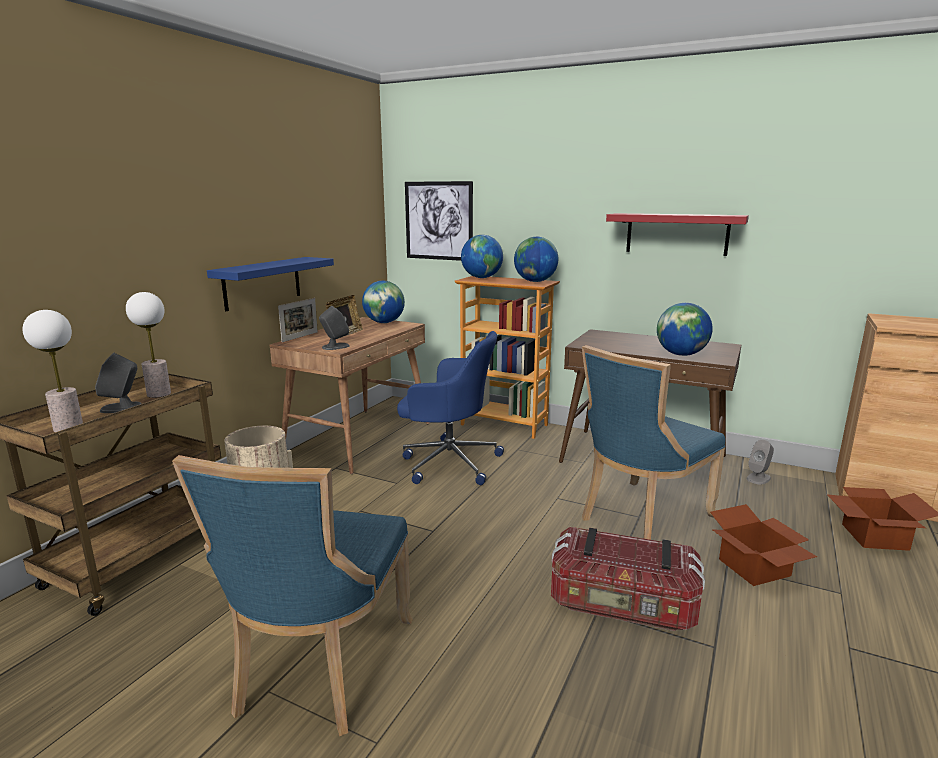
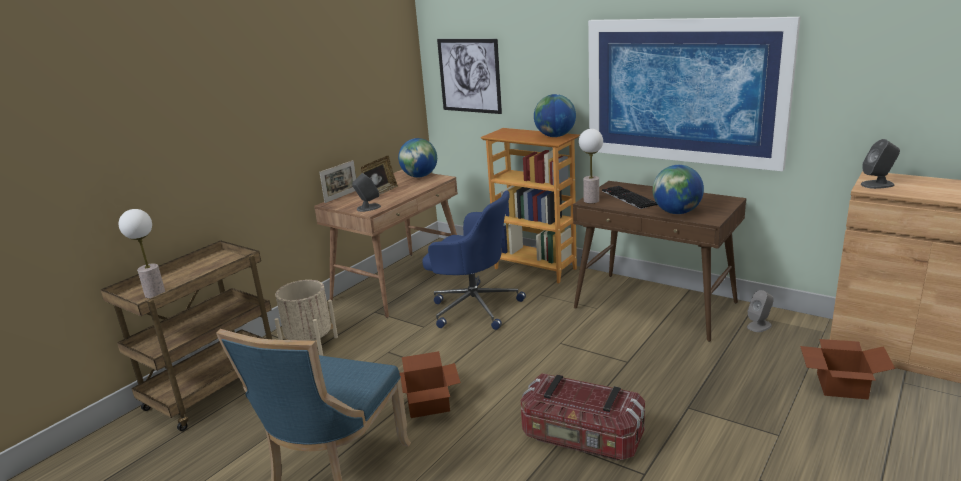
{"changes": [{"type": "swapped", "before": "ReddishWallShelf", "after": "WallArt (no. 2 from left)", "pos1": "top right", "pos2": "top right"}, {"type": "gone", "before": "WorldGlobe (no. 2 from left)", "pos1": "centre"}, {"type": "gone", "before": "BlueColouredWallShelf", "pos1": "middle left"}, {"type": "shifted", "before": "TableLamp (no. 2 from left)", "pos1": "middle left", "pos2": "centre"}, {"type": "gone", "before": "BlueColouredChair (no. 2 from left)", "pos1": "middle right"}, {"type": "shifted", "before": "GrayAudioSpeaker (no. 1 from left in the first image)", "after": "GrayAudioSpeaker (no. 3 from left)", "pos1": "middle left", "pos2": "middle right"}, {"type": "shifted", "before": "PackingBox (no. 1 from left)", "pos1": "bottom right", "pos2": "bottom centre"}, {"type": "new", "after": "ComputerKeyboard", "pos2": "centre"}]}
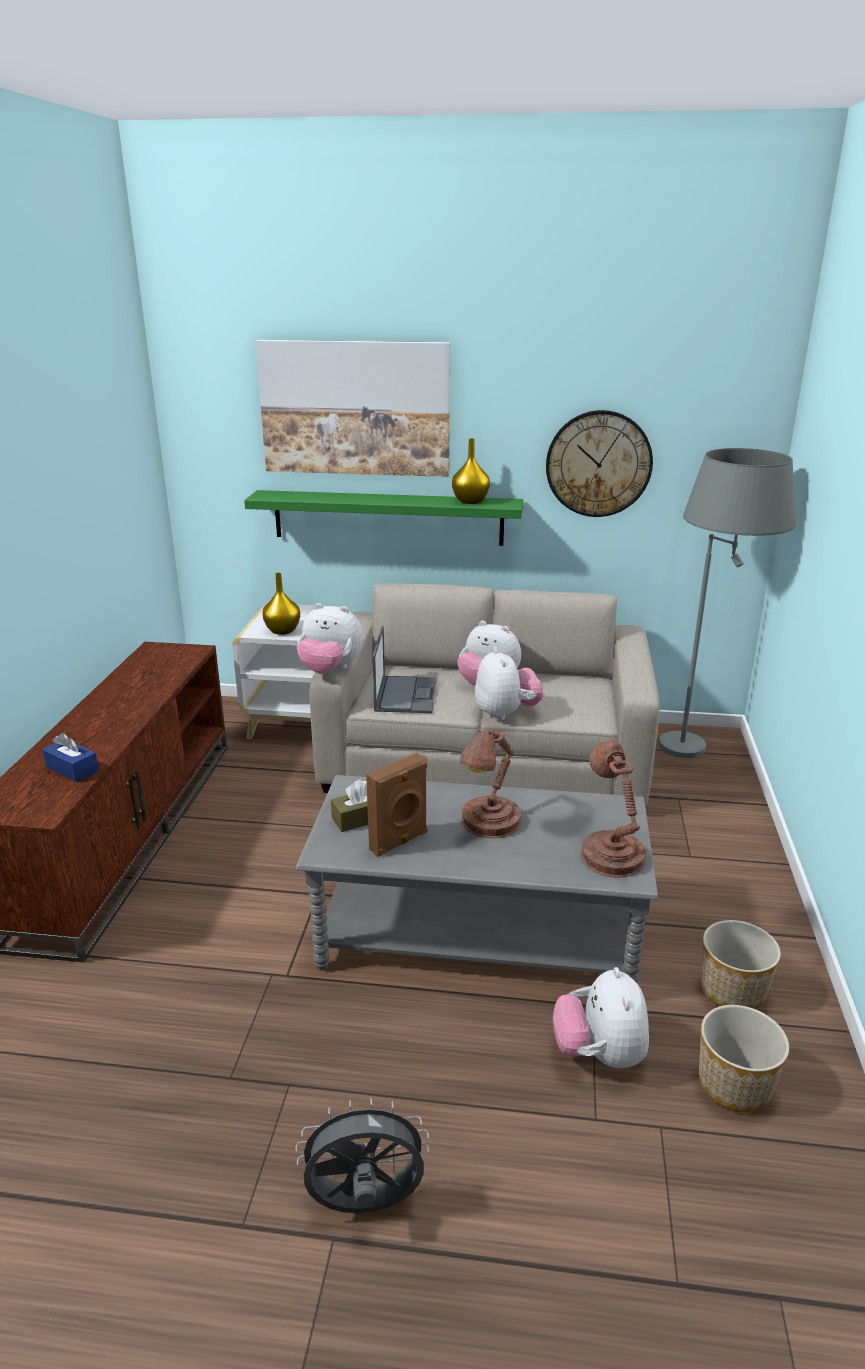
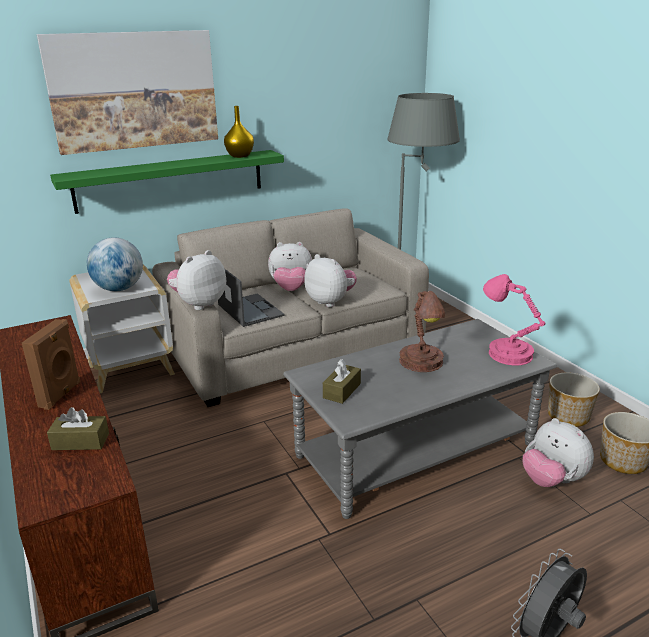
{"changes": [{"type": "gone", "before": "WallClock", "pos1": "middle right"}, {"type": "swapped", "before": "YellowDecorativeVase (no. 1 from left)", "after": "WorldGlobe", "pos1": "middle left", "pos2": "middle left"}, {"type": "rotated", "before": "PlushToy (no. 1 from left)", "pos1": "centre", "pos2": "middle left", "turn": 150}, {"type": "repainted", "before": "BlueColouredTissueBox", "after": "BrownishTissueBox (no. 1 from left)", "pos1": "middle left", "pos2": "bottom left"}, {"type": "repainted", "before": "BrownishTableLamp (no. 2 from left)", "after": "PinkColouredTableLamp", "pos1": "middle right", "pos2": "middle right"}, {"type": "shifted", "before": "BrownishAudioSpeaker", "pos1": "centre", "pos2": "middle left"}]}
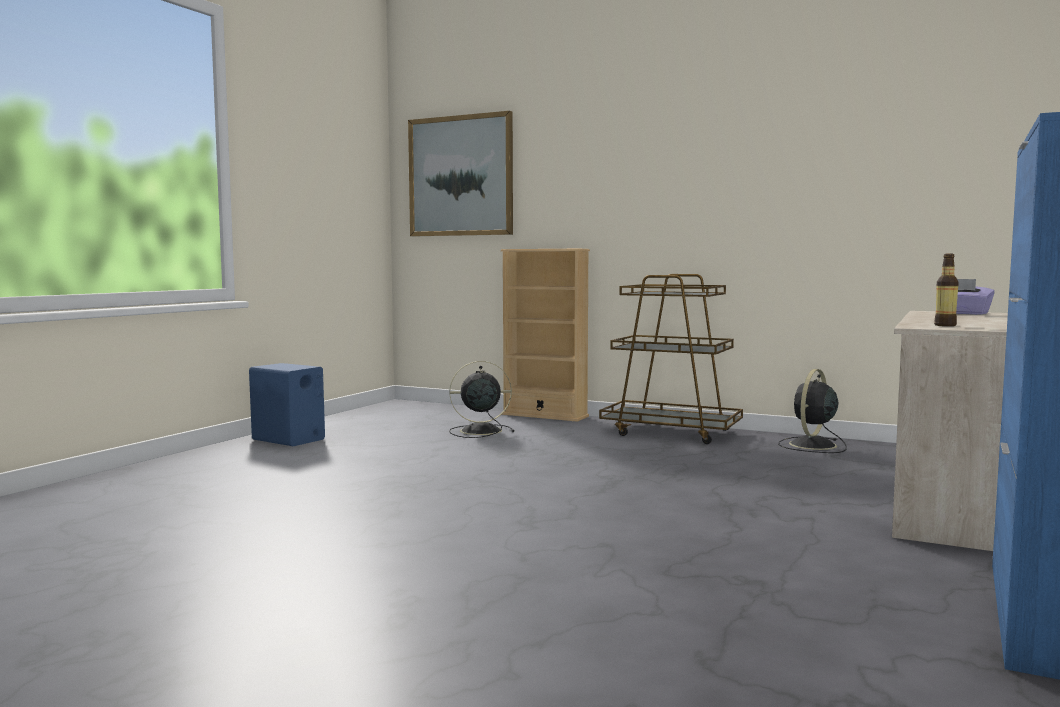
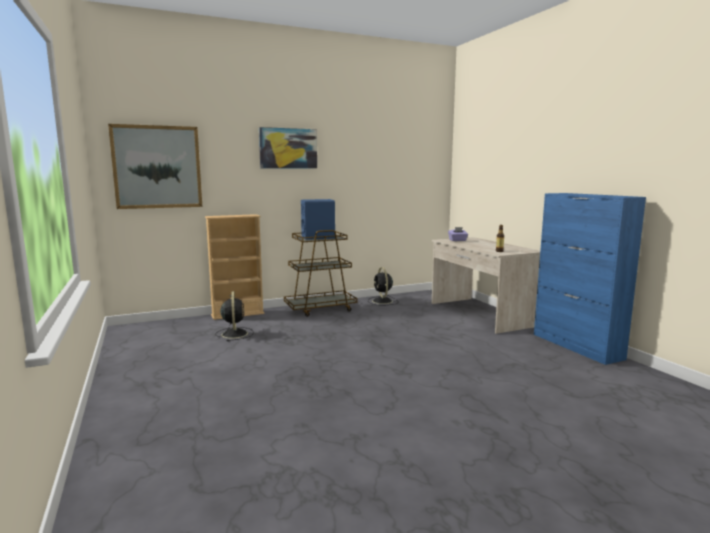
{"changes": [{"type": "rotated", "before": "BlackishCoolingFan (no. 1 from left)", "pos1": "centre", "pos2": "middle left", "turn": 135}, {"type": "shifted", "before": "BlueColouredAudioSpeaker", "pos1": "middle left", "pos2": "centre"}, {"type": "new", "after": "WallArt (no. 2 from left)", "pos2": "top centre"}]}
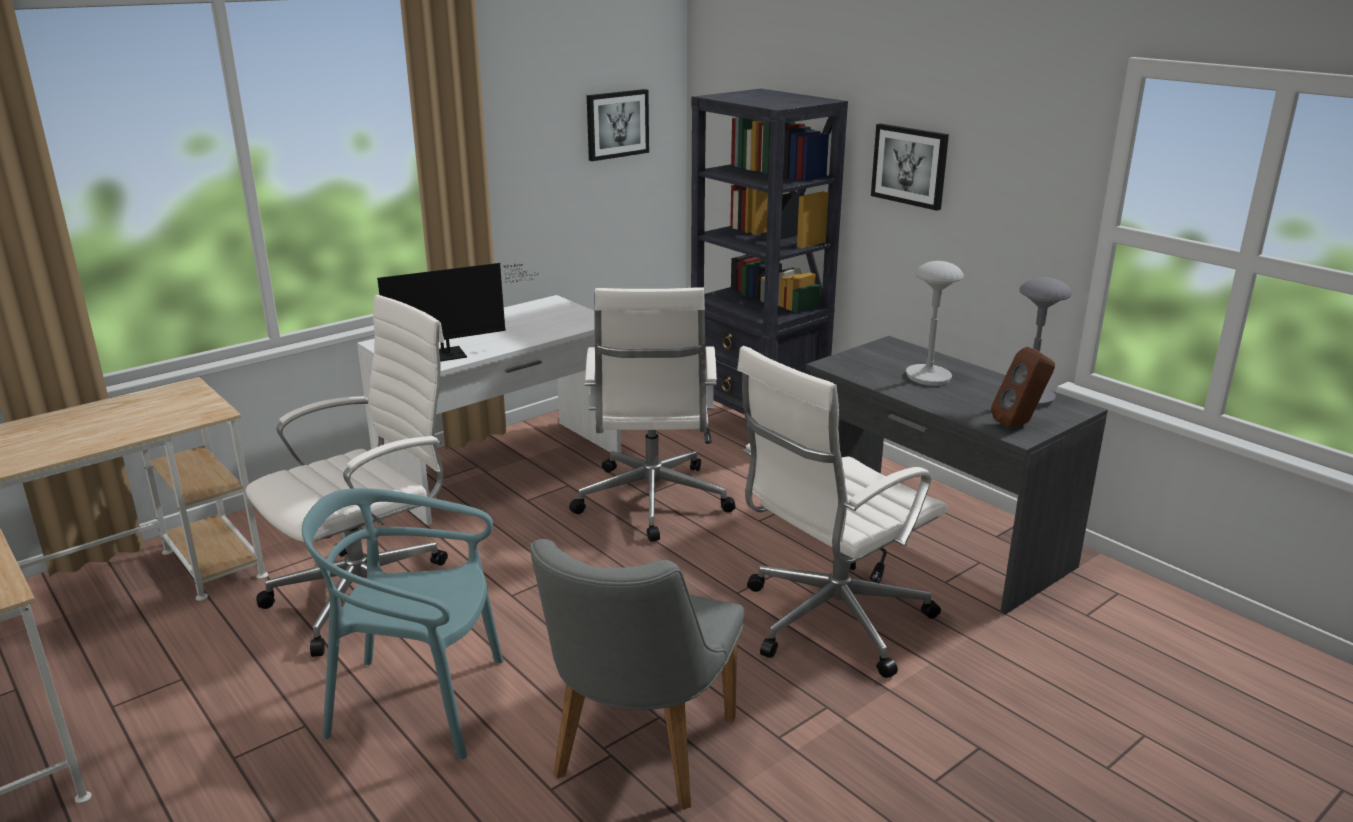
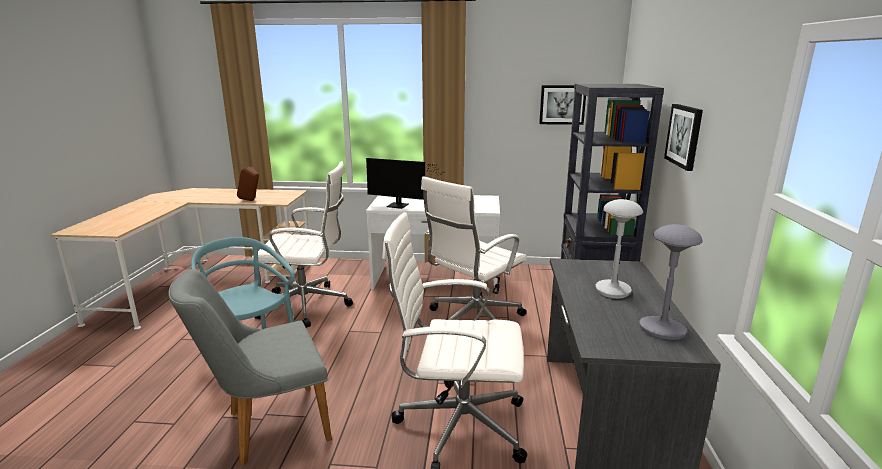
{"changes": [{"type": "shifted", "before": "BrownishAudioSpeaker", "pos1": "middle right", "pos2": "middle left"}]}
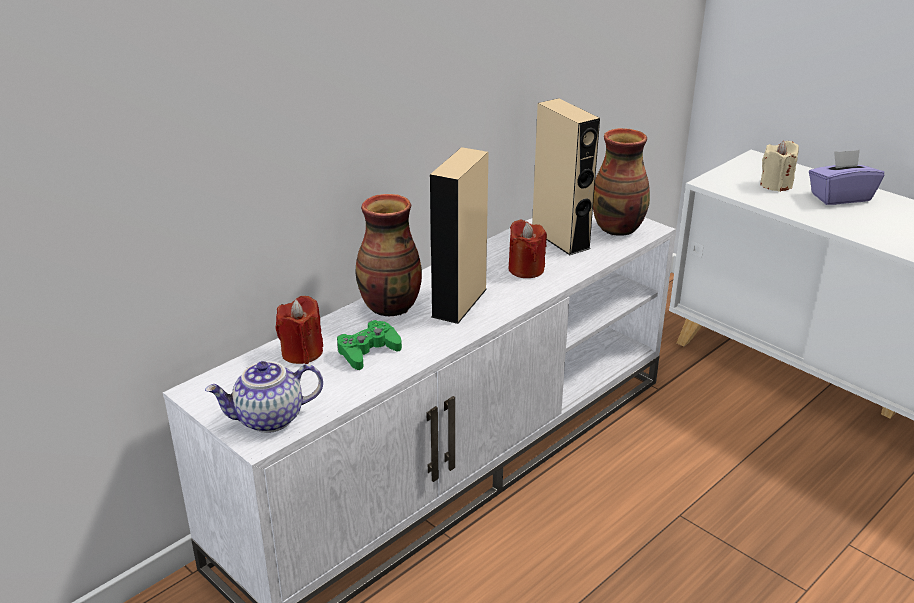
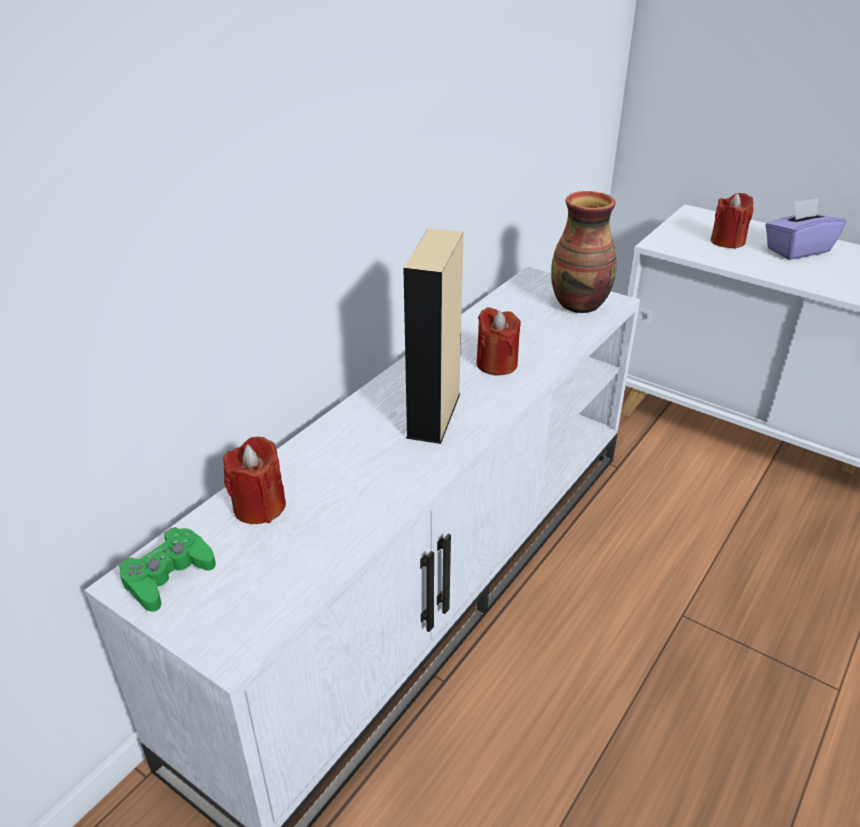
{"changes": [{"type": "gone", "before": "BeigeColouredAudioSpeaker (no. 2 from left)", "pos1": "top centre"}, {"type": "repainted", "before": "BeigeColouredCandle", "after": "ReddishCandle (no. 3 from left)", "pos1": "top right", "pos2": "top right"}, {"type": "gone", "before": "DecorativeVase (no. 1 from left)", "pos1": "centre"}, {"type": "shifted", "before": "GreenGameController", "pos1": "centre", "pos2": "bottom left"}, {"type": "gone", "before": "TeaPot", "pos1": "middle left"}]}
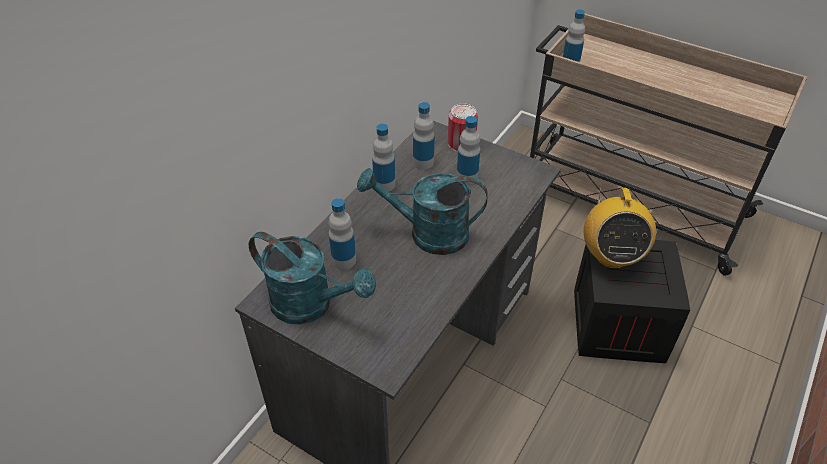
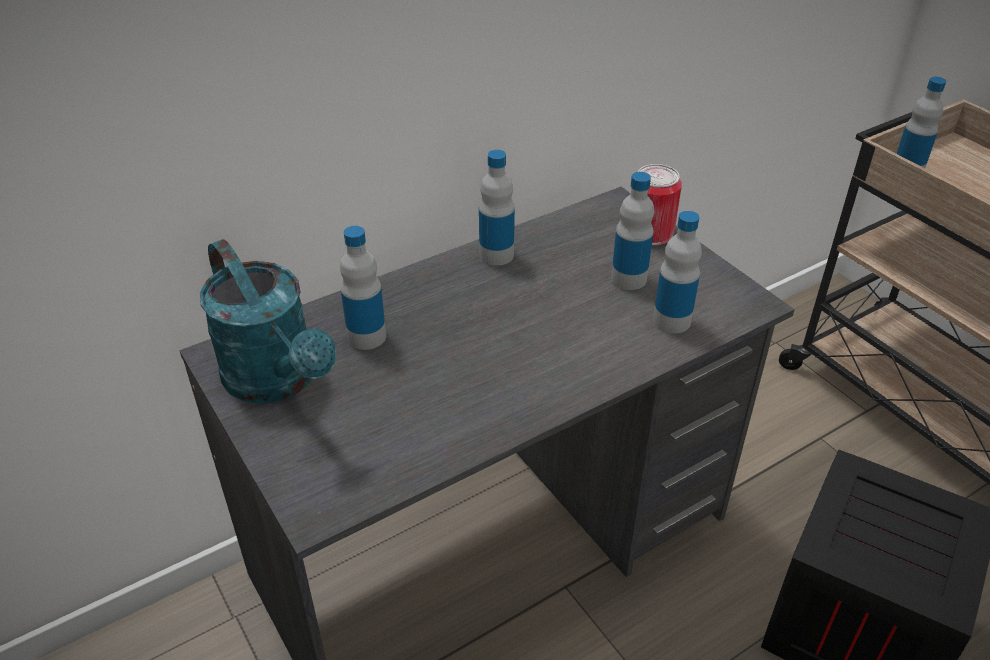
{"changes": [{"type": "shifted", "before": "DrinkBottle (no. 3 from left in the first image)", "after": "DrinkBottle (no. 4 from left)", "pos1": "top centre", "pos2": "middle right"}, {"type": "gone", "before": "BlueGreenWateringPot (no. 2 from left)", "pos1": "centre"}, {"type": "gone", "before": "RadioSet", "pos1": "middle right"}]}
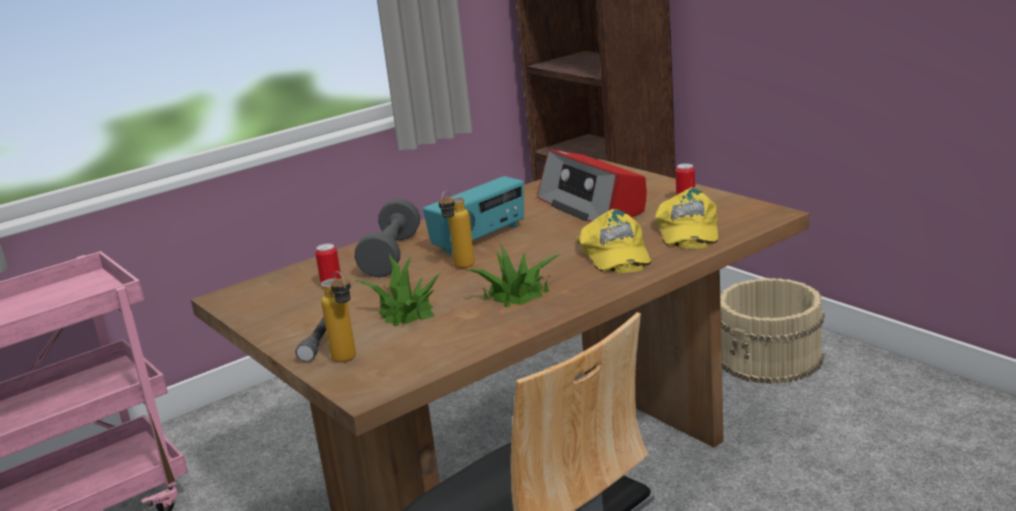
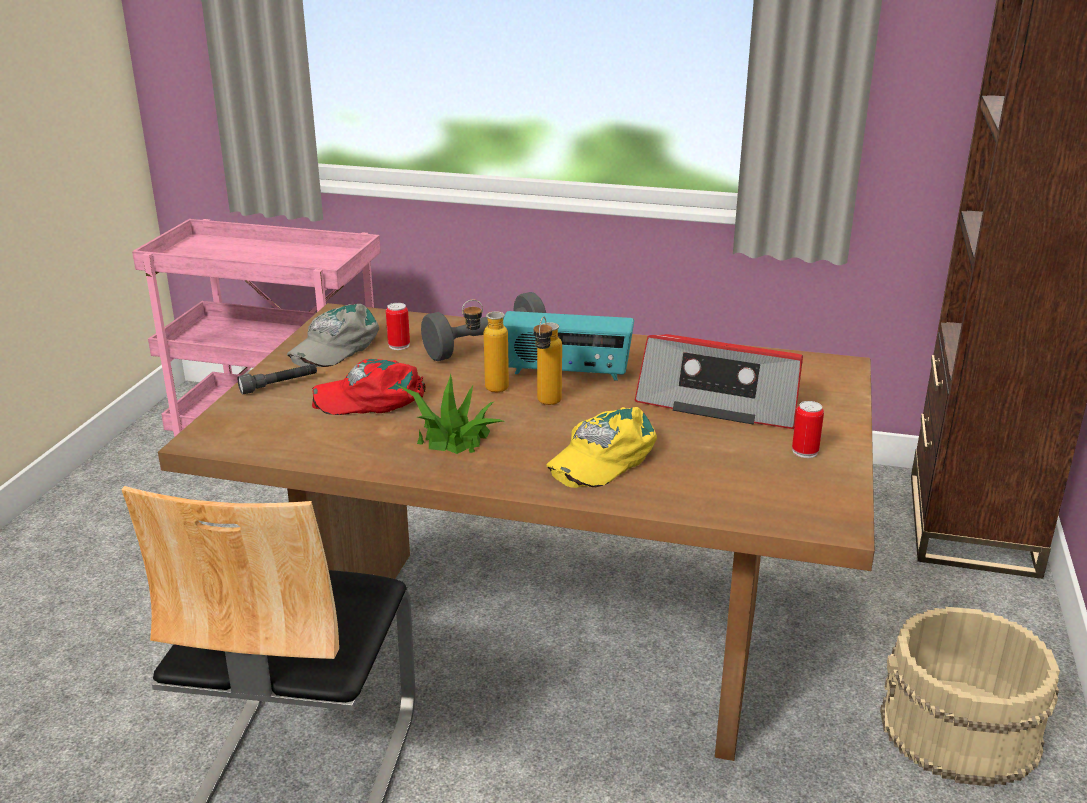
{"changes": [{"type": "rotated", "before": "RadioSet (no. 2 from left)", "pos1": "centre", "pos2": "centre", "turn": -90}, {"type": "gone", "before": "YellowPeakedCap (no. 2 from left)", "pos1": "middle right"}, {"type": "swapped", "before": "PottedPlant (no. 1 from left)", "after": "ReddishPeakedCap", "pos1": "centre", "pos2": "centre"}, {"type": "shifted", "before": "DrinkBottle (no. 1 from left in the first image)", "after": "DrinkBottle (no. 2 from left)", "pos1": "middle left", "pos2": "centre"}, {"type": "new", "after": "GrayPeakedCap", "pos2": "middle left"}]}
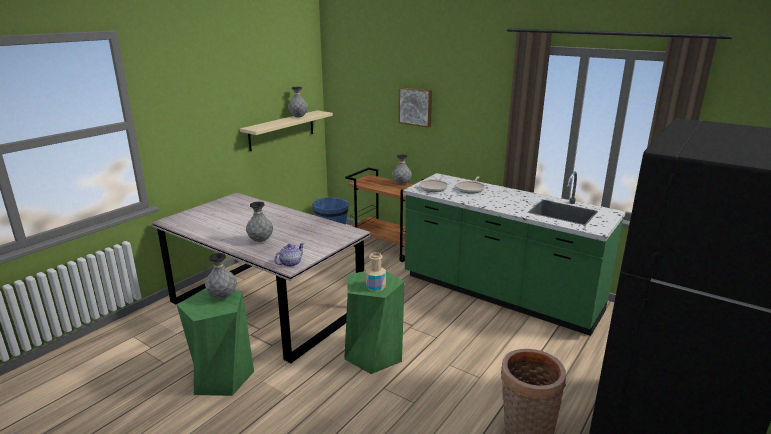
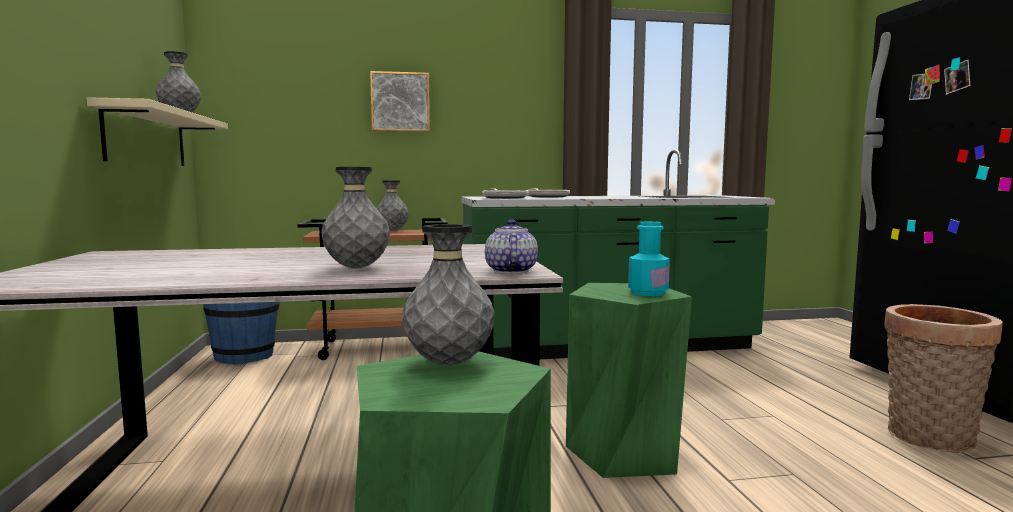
{"changes": [{"type": "repainted", "before": "BeigeColouredDrinkBottle", "after": "BlueGreenDrinkBottle", "pos1": "centre", "pos2": "centre"}]}
